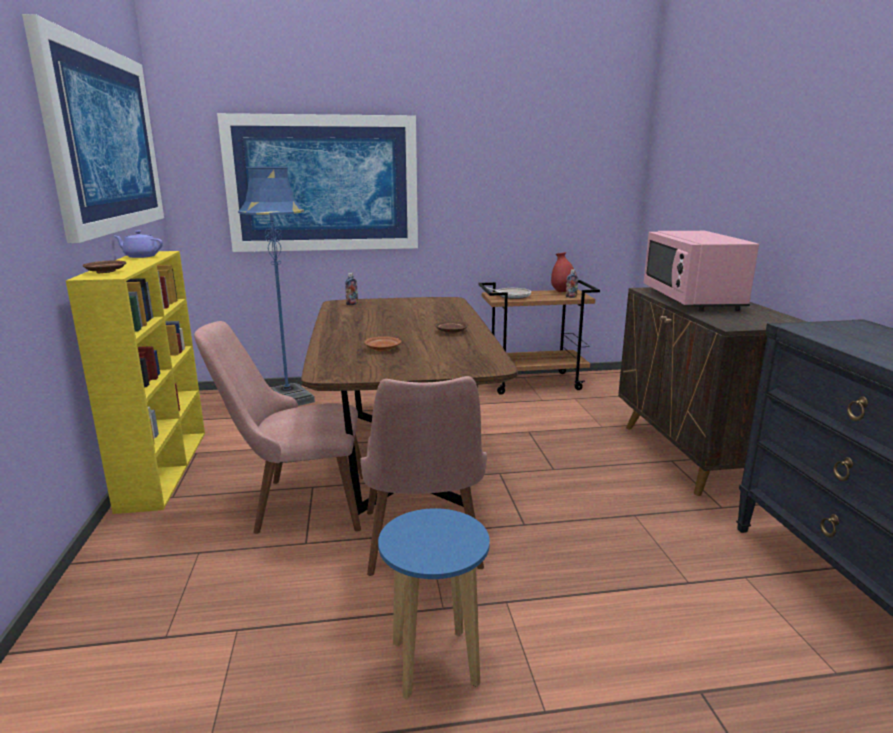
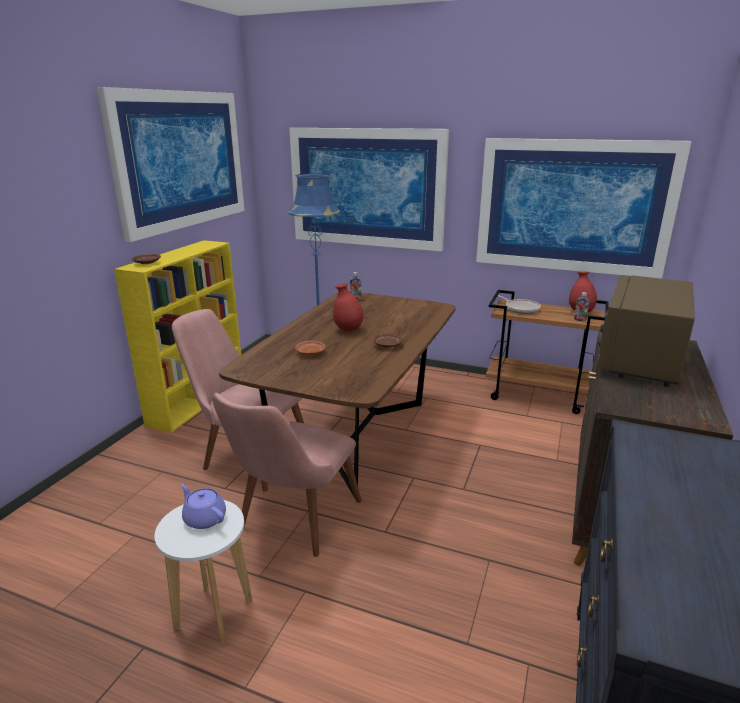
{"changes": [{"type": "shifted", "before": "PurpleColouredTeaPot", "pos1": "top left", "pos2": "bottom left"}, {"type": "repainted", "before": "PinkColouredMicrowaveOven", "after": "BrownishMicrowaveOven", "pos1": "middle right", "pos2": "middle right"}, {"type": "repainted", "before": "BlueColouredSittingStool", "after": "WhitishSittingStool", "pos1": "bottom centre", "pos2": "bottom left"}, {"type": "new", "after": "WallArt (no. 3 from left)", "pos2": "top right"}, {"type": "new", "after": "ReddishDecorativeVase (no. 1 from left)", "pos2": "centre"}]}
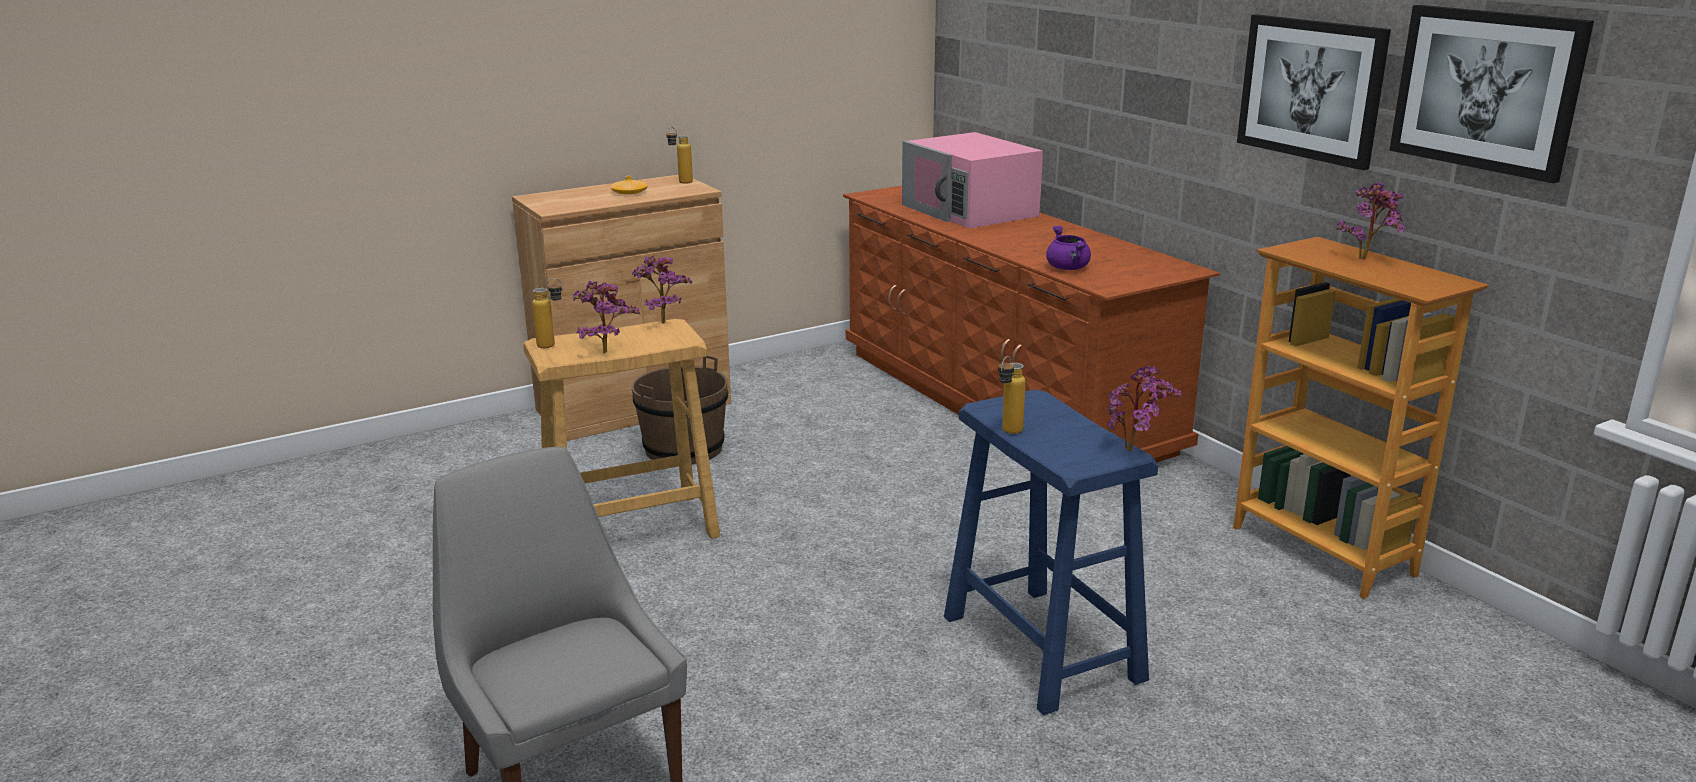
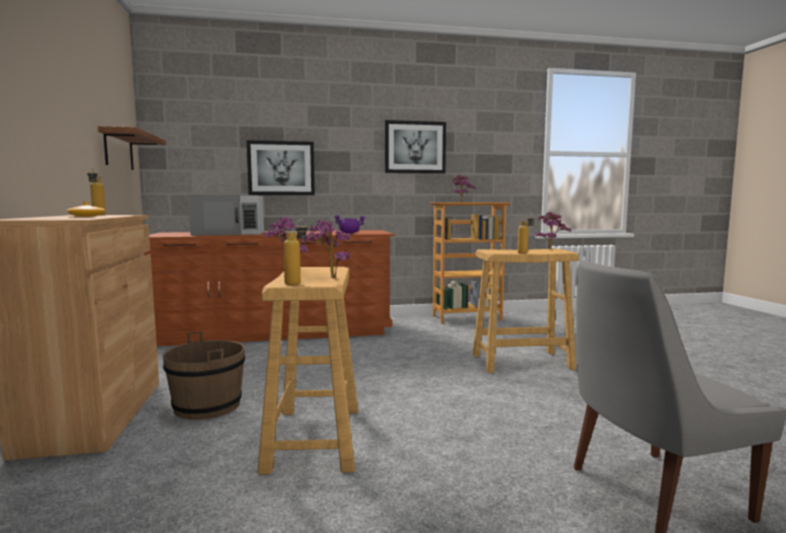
{"changes": [{"type": "shifted", "before": "WallArt (no. 2 from left in the first image)", "after": "WallArt (no. 1 from left)", "pos1": "top right", "pos2": "top centre"}, {"type": "repainted", "before": "PinkColouredMicrowaveOven", "after": "WhitishMicrowaveOven", "pos1": "top centre", "pos2": "middle left"}, {"type": "repainted", "before": "BlueColouredSittingStool", "after": "BeigeColouredSittingStool (no. 2 from left)", "pos1": "bottom centre", "pos2": "middle right"}, {"type": "new", "after": "WallShelf", "pos2": "top left"}]}
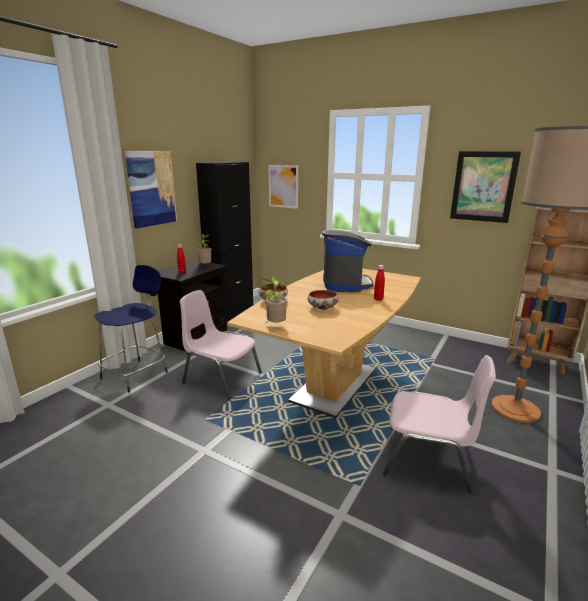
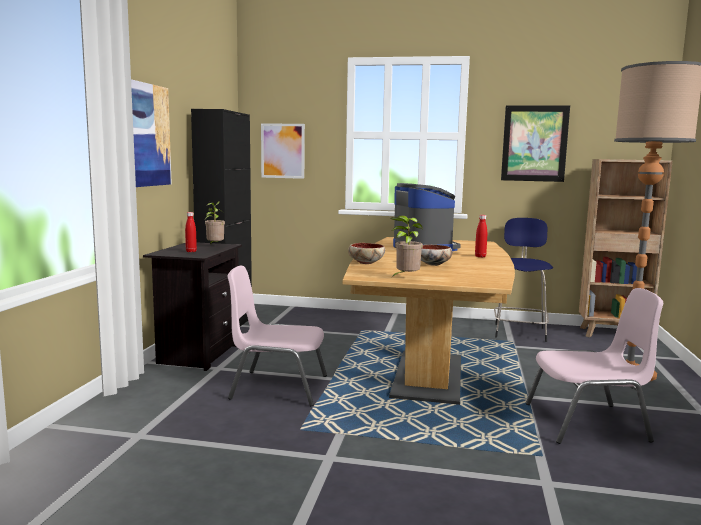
{"changes": [{"type": "shifted", "before": "BlueColouredSittingStool", "pos1": "middle left", "pos2": "middle right"}]}
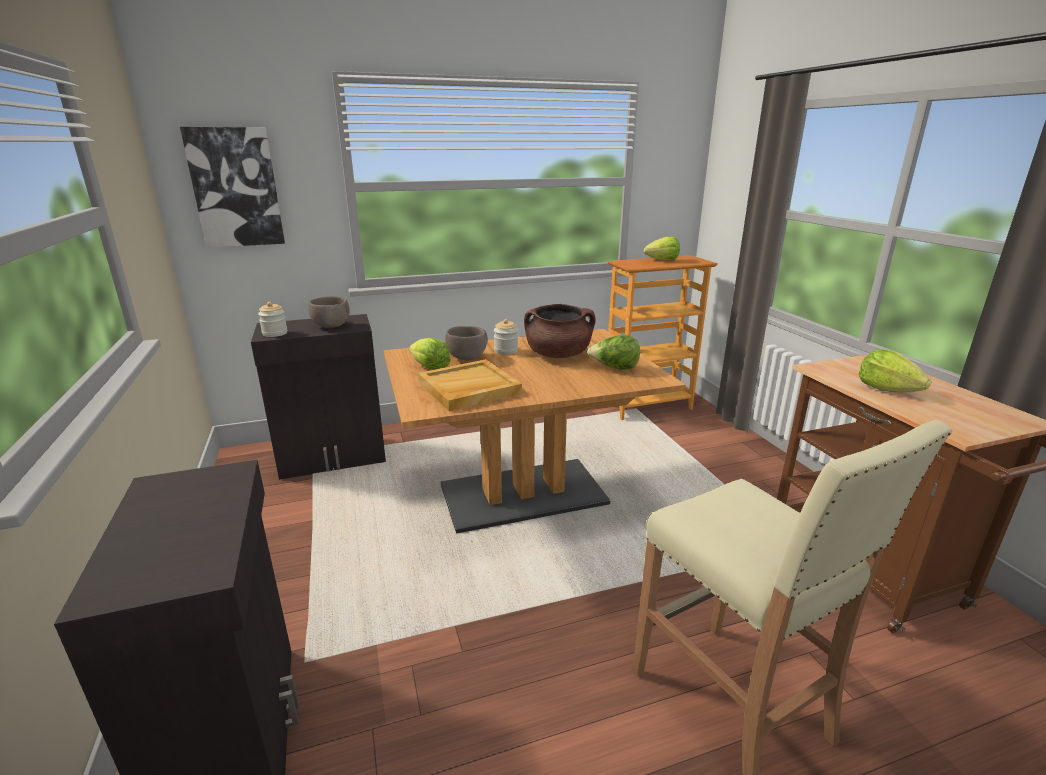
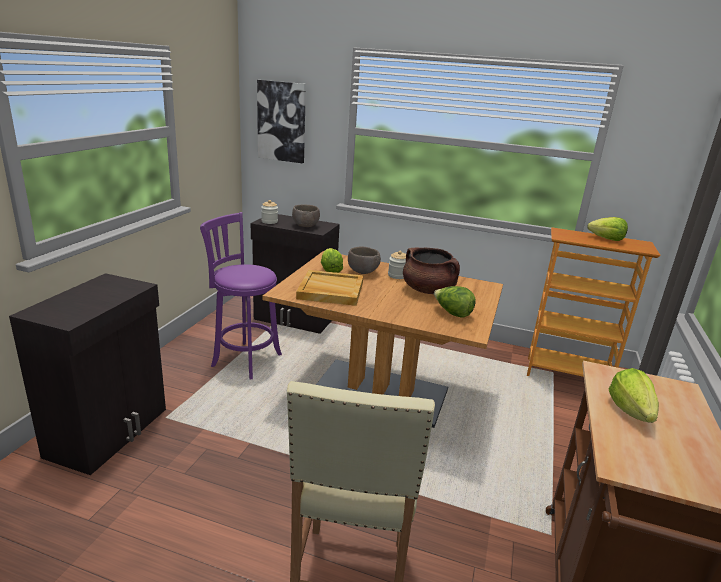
{"changes": [{"type": "new", "after": "PurpleColouredSittingStool", "pos2": "centre"}]}
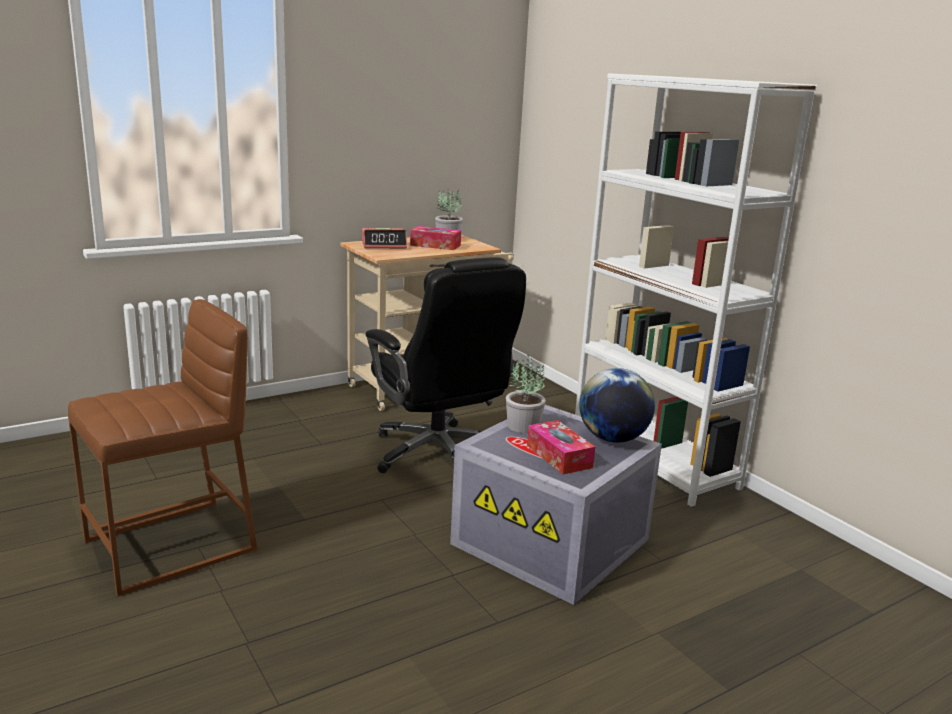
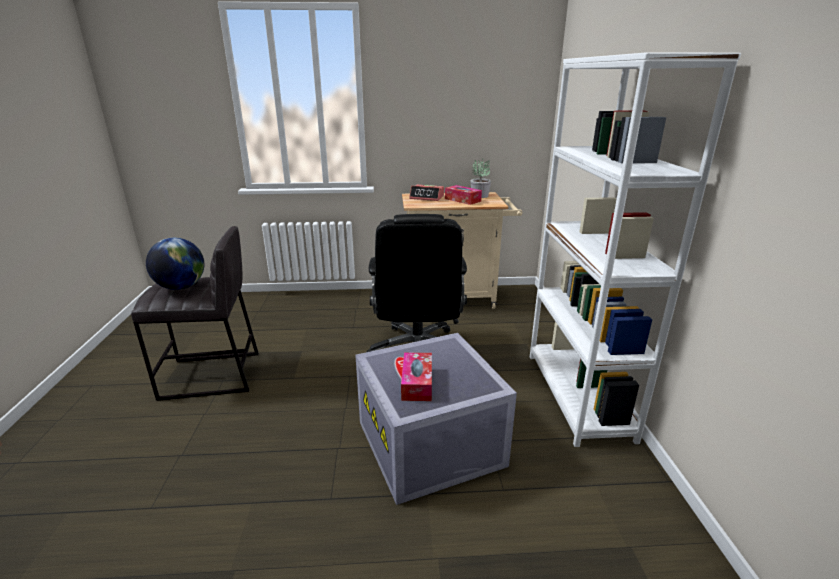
{"changes": [{"type": "repainted", "before": "BrownishSittingStool", "after": "GraySittingStool", "pos1": "middle left", "pos2": "middle left"}, {"type": "gone", "before": "PottedPlant (no. 2 from left)", "pos1": "centre"}, {"type": "shifted", "before": "WorldGlobe", "pos1": "centre", "pos2": "middle left"}]}
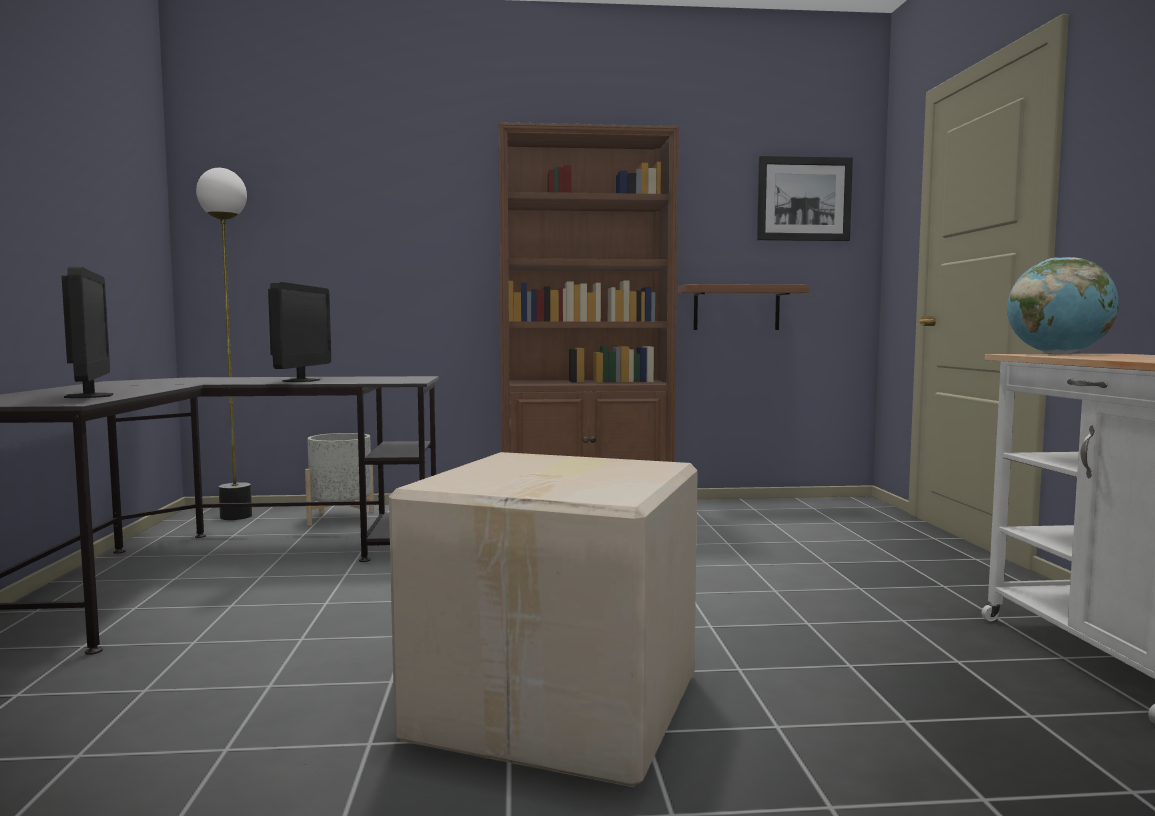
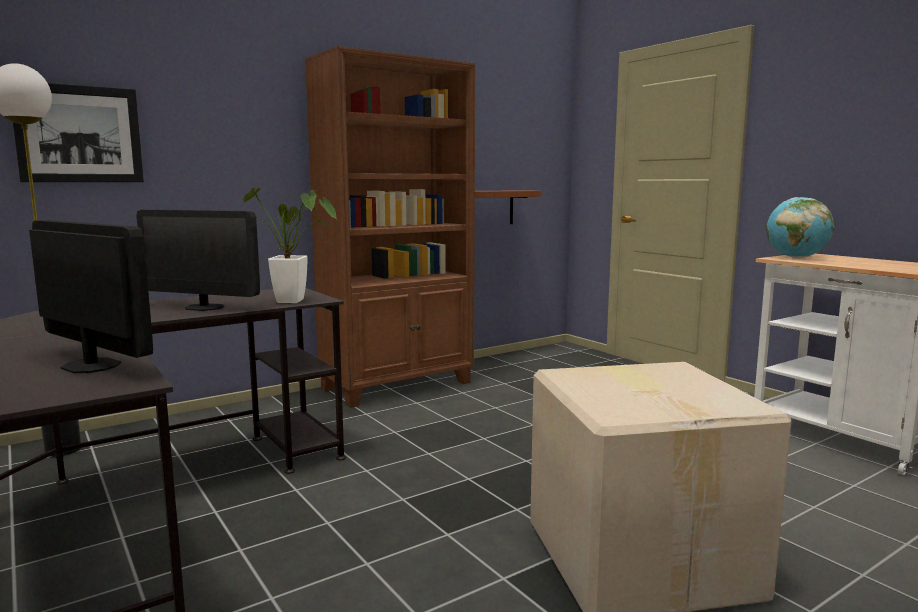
{"changes": [{"type": "shifted", "before": "WallArt", "pos1": "top right", "pos2": "top left"}, {"type": "rotated", "before": "ComputerDisplay (no. 2 from left)", "pos1": "middle left", "pos2": "middle left", "turn": 135}, {"type": "gone", "before": "GrayPlanter", "pos1": "middle left"}, {"type": "new", "after": "PottedPlant", "pos2": "middle left"}]}
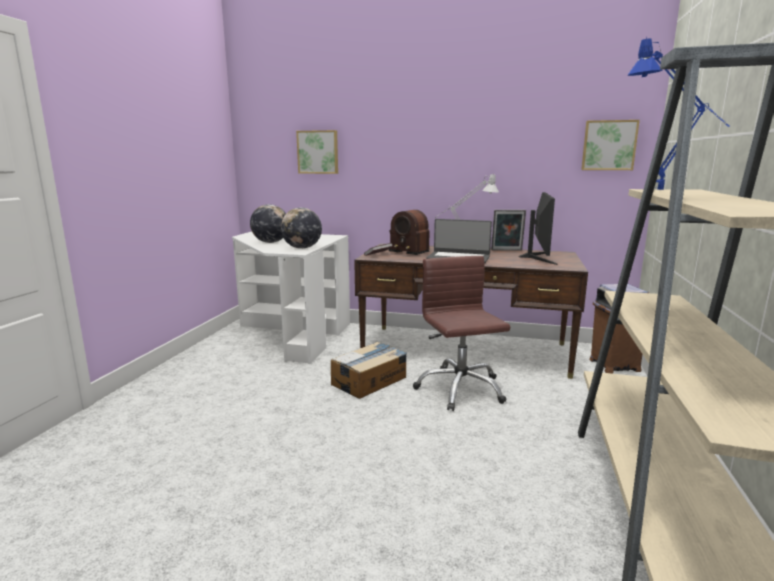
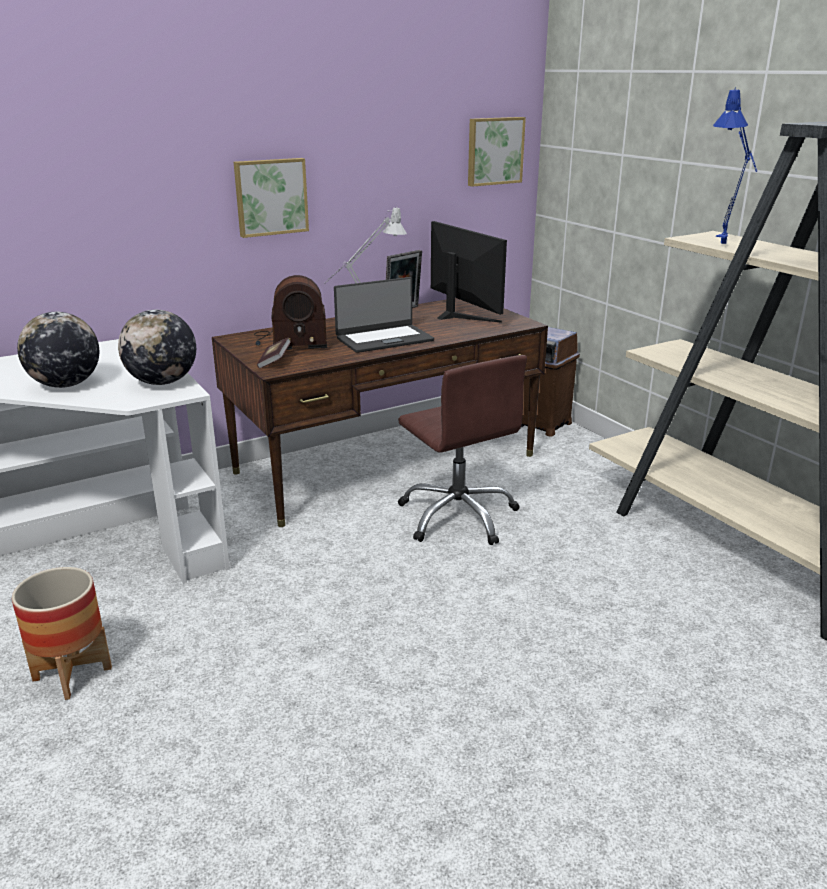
{"changes": [{"type": "shifted", "before": "WallArt (no. 1 from left)", "pos1": "top centre", "pos2": "top left"}, {"type": "rotated", "before": "BrownishOfficeChair", "pos1": "centre", "pos2": "centre", "turn": -150}, {"type": "gone", "before": "PackingBox", "pos1": "centre"}, {"type": "new", "after": "Planter", "pos2": "bottom left"}]}
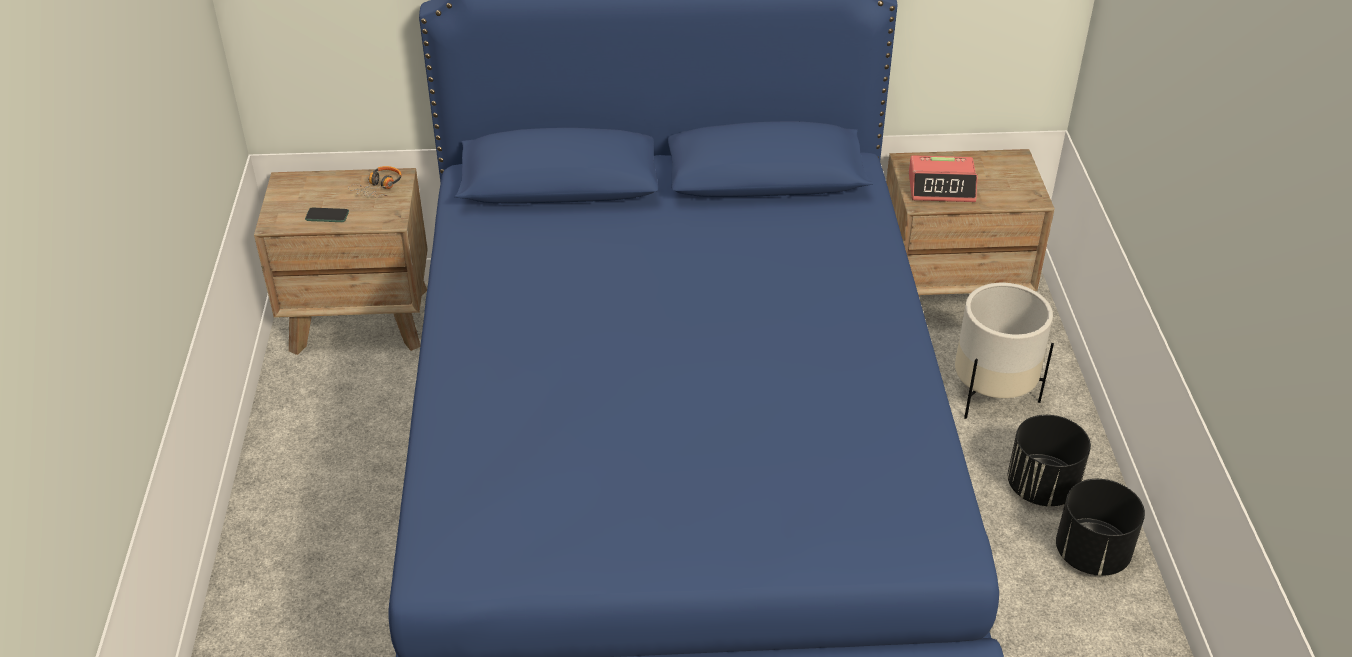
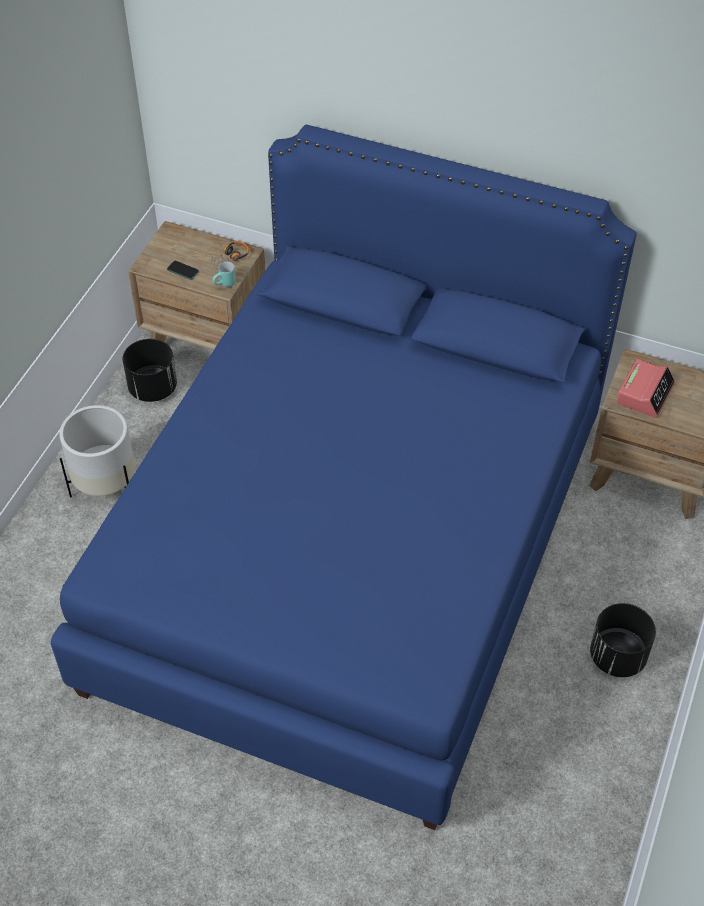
{"changes": [{"type": "rotated", "before": "BedsideClock", "pos1": "top right", "pos2": "middle right", "turn": -90}, {"type": "shifted", "before": "WhitishPlanter", "pos1": "middle right", "pos2": "middle left"}, {"type": "shifted", "before": "BlackishPlanter (no. 2 from left in the first image)", "after": "BlackishPlanter (no. 1 from left)", "pos1": "bottom right", "pos2": "middle left"}, {"type": "new", "after": "BlueGreenMug", "pos2": "top left"}]}
